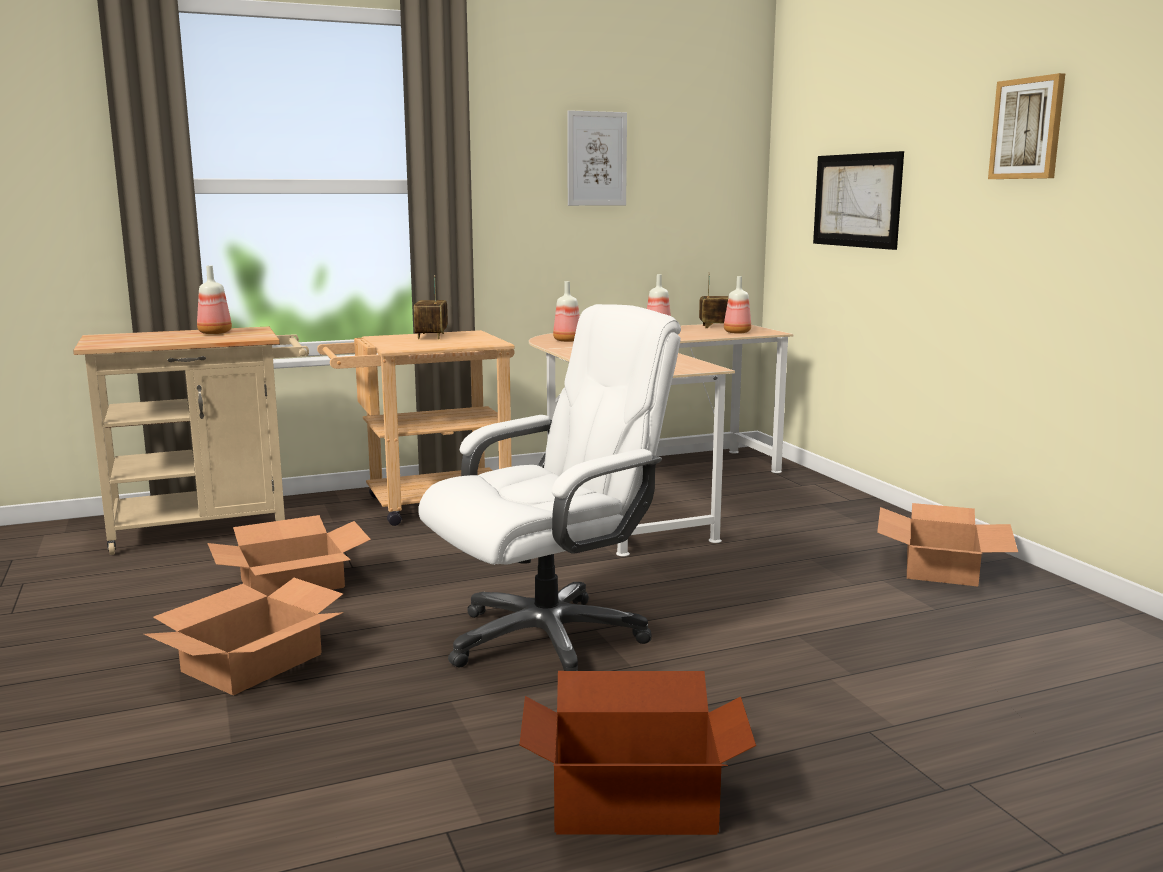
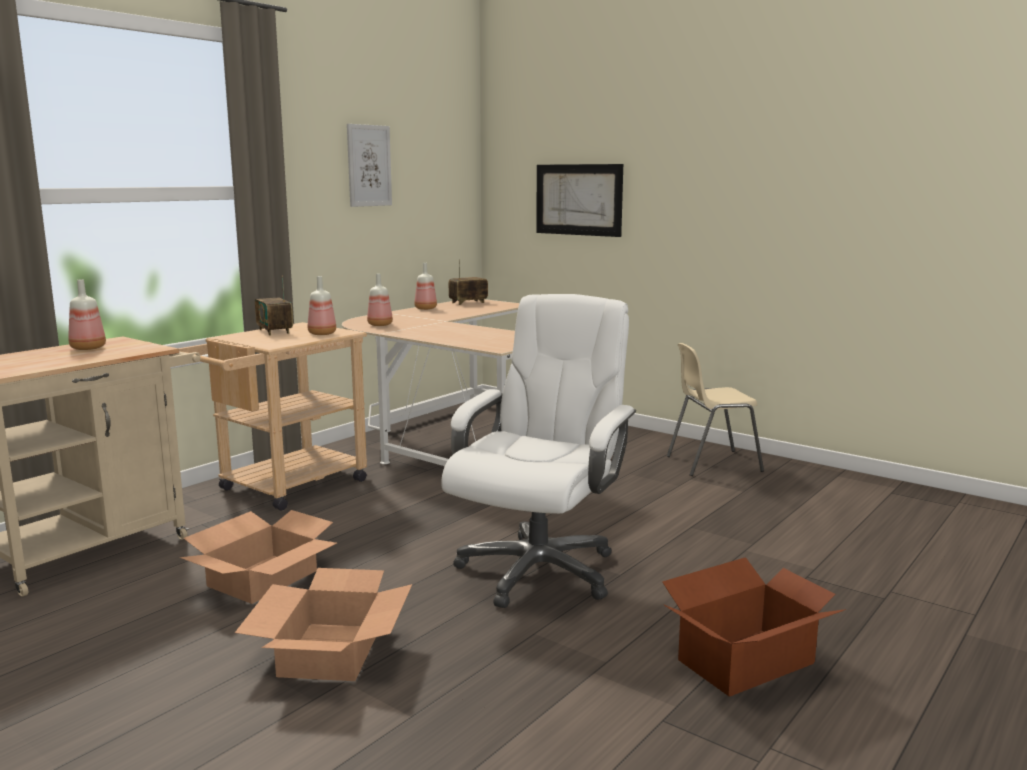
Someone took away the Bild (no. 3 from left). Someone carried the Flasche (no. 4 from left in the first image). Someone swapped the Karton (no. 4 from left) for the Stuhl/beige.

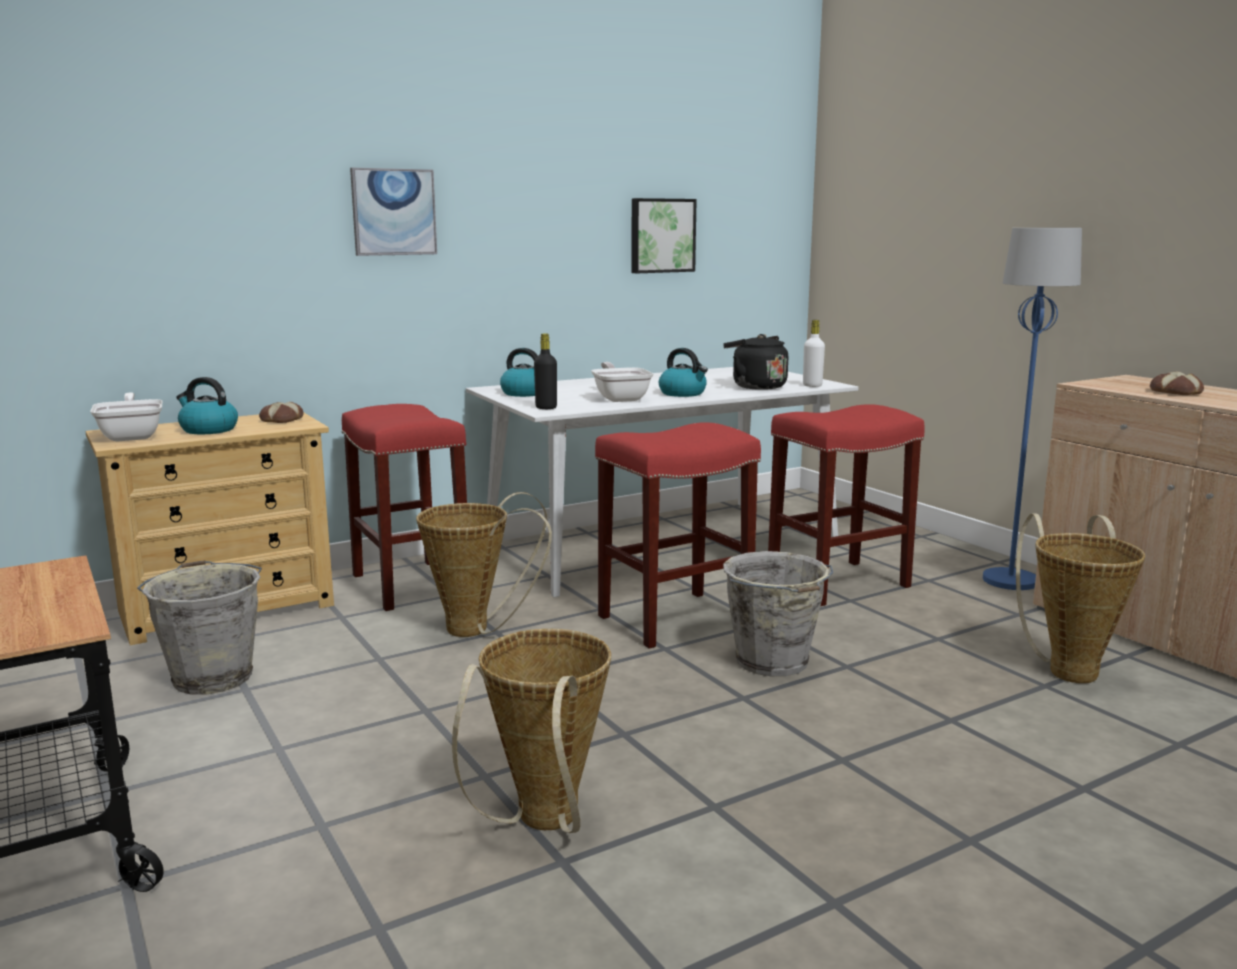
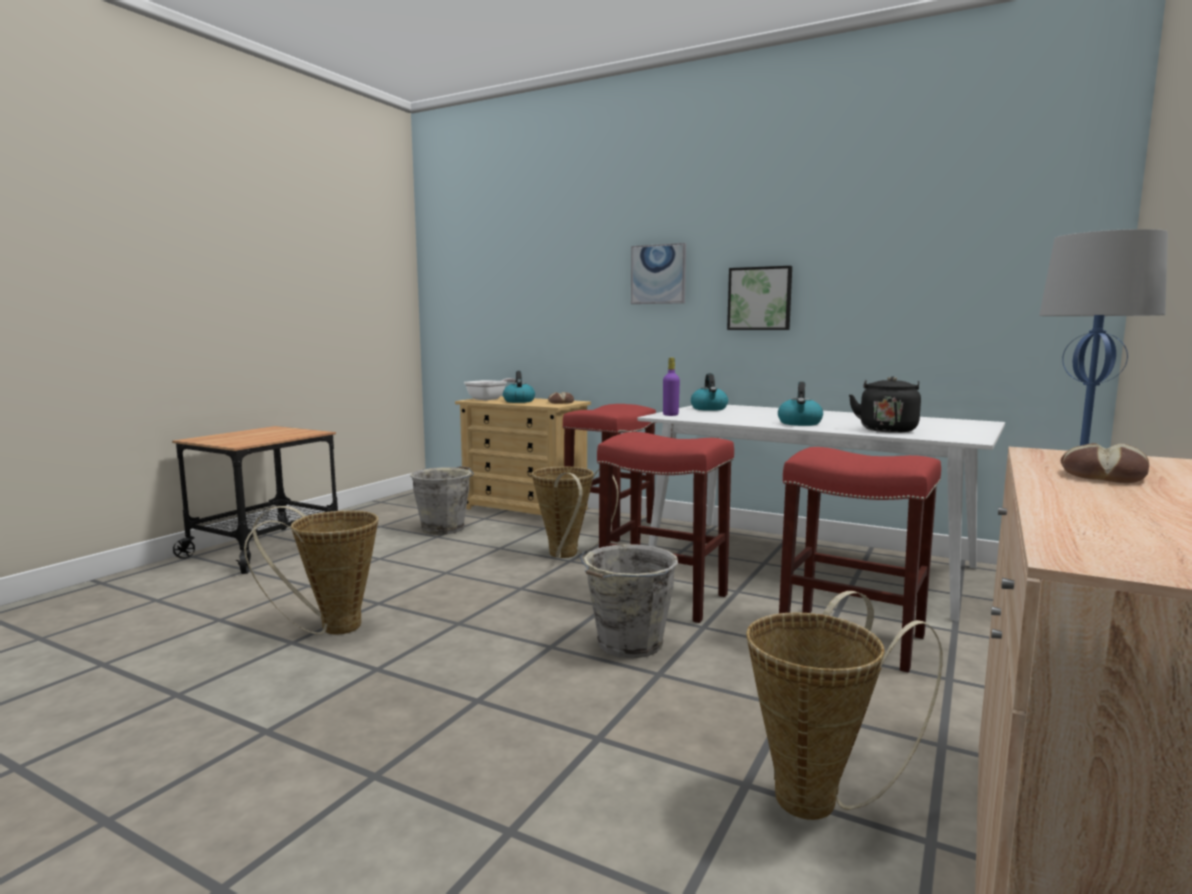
Someone carried the Bild (no. 2 from left). Someone took away the Flasche/weiß. Someone repainted the Flasche/schwarz, which became the Flasche/lila. Someone took away the Pfanne (no. 2 from left).

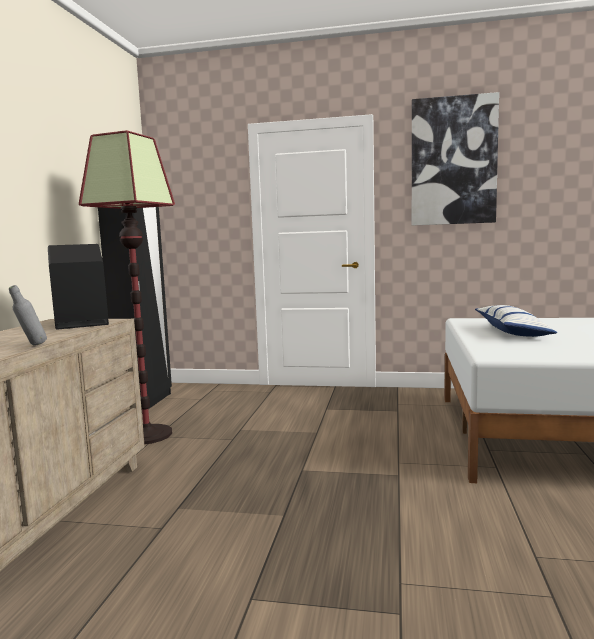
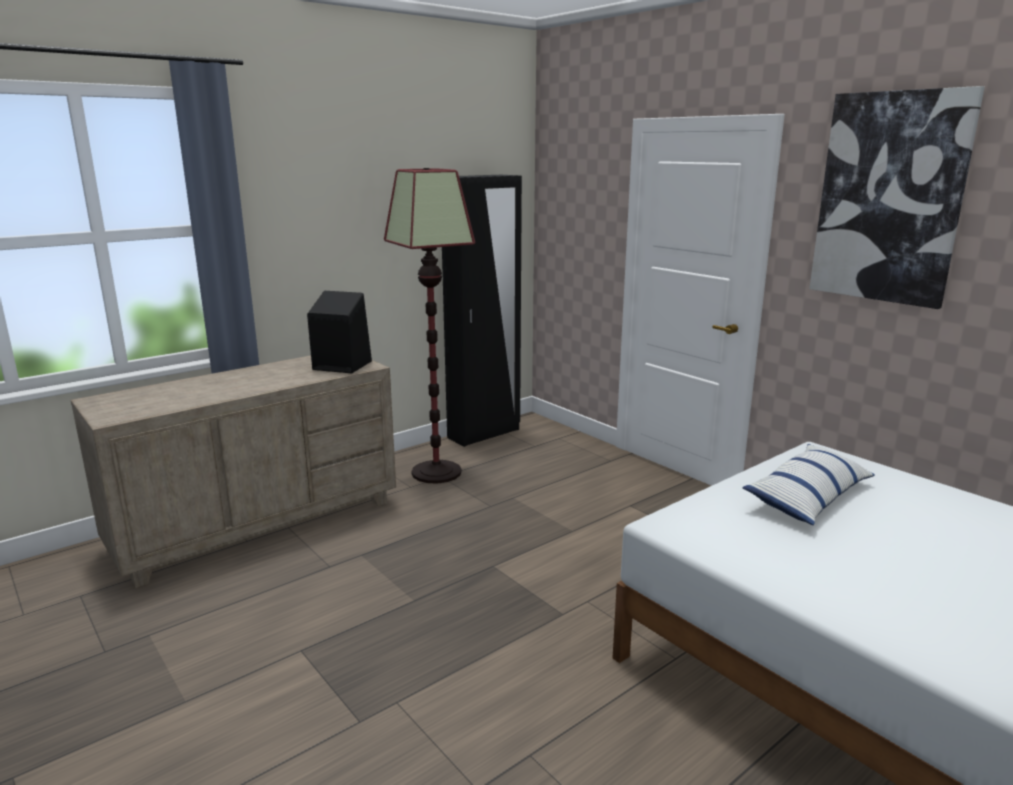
Someone took away the Flasche/grau.

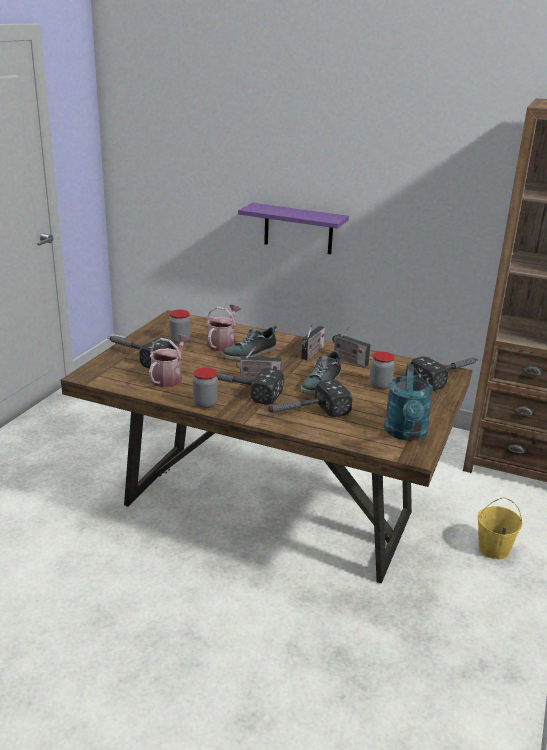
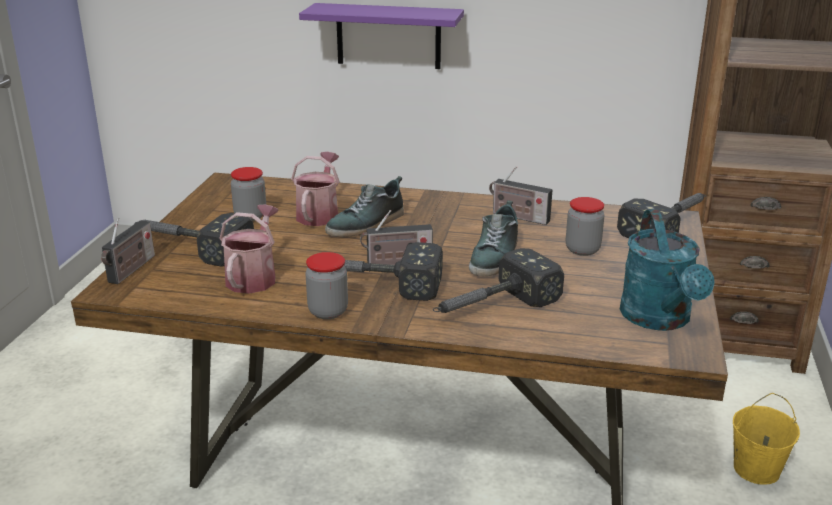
Someone carried the Radio (no. 2 from left in the first image).

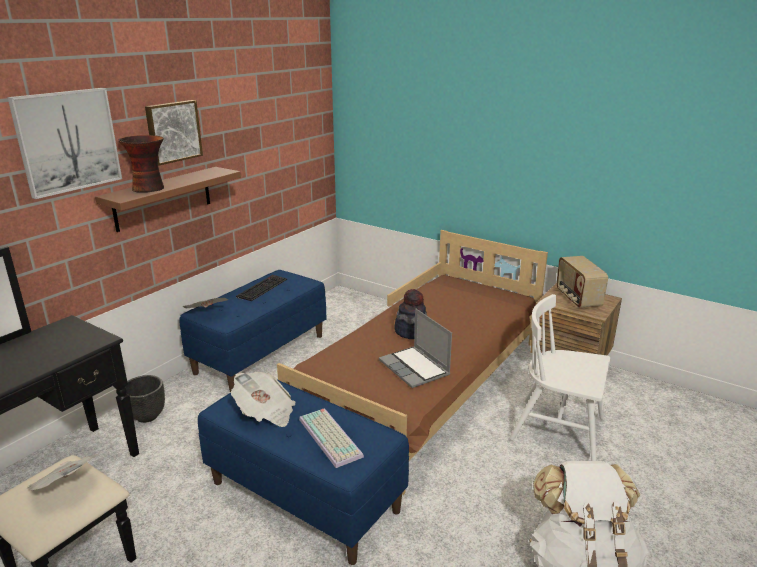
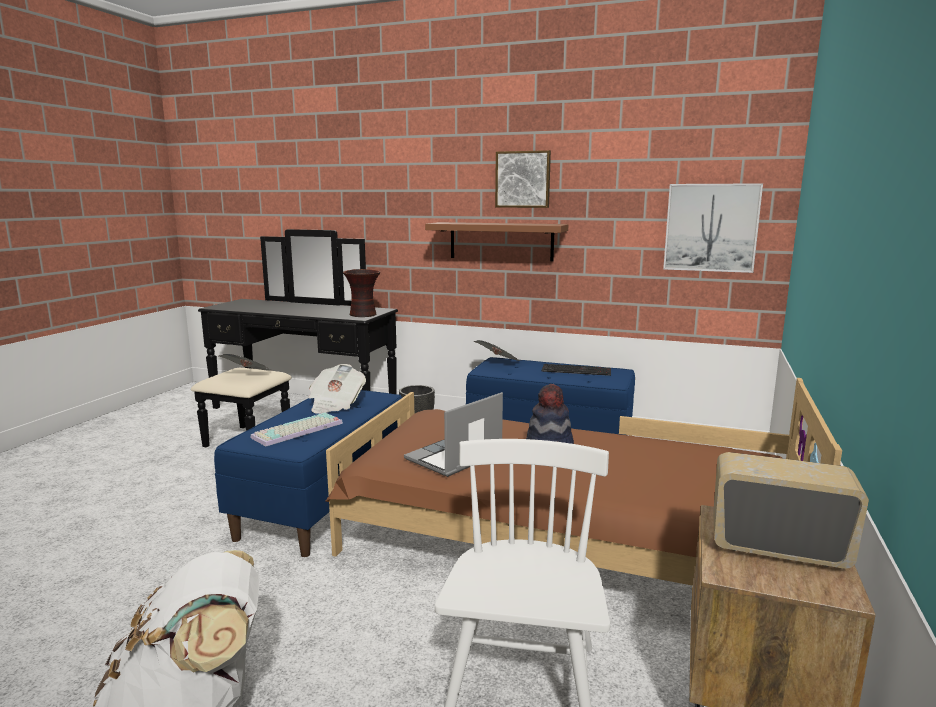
Someone carried the Bild (no. 1 from left in the first image). Someone carried the Vase. Someone rotated the Radio by 45 degrees clockwise.

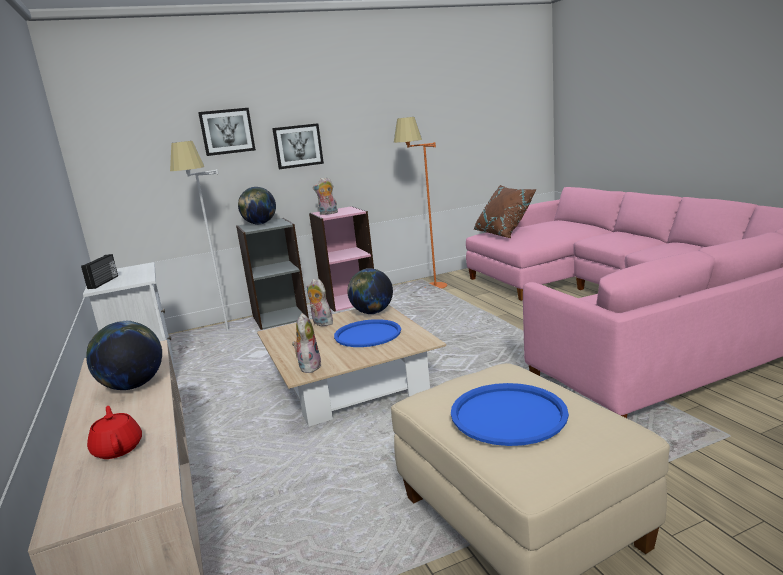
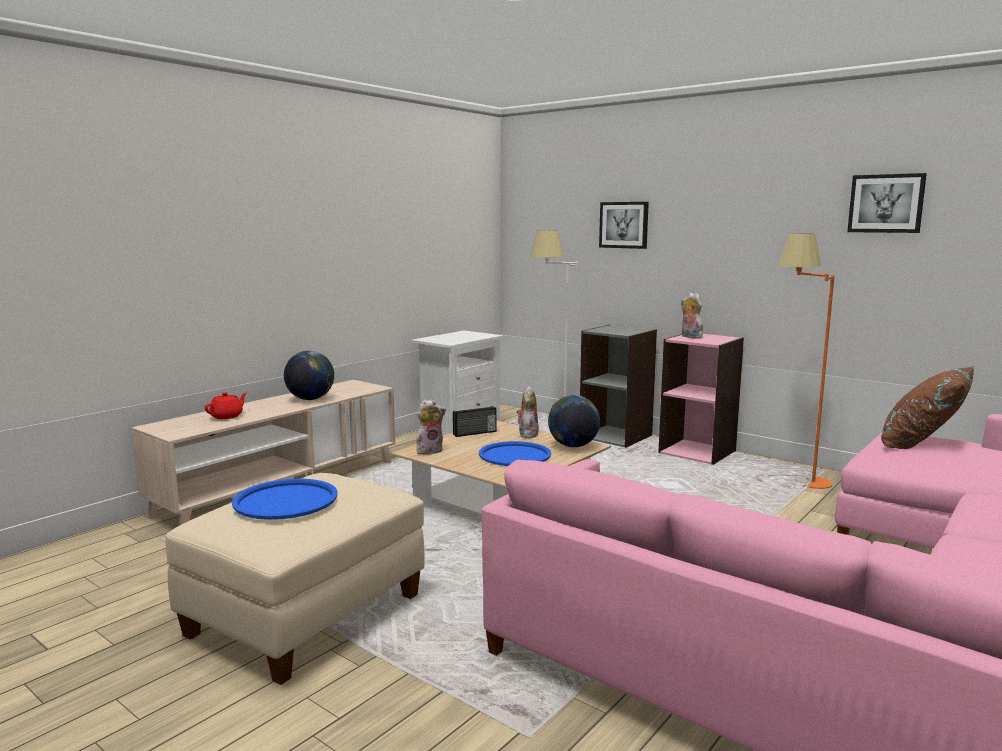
Someone carried the Bild (no. 2 from left). Someone took away the Globus (no. 2 from left). Someone carried the Radio.

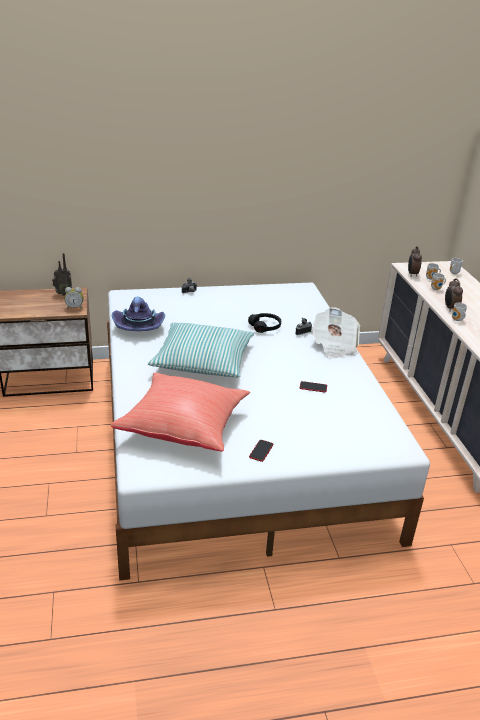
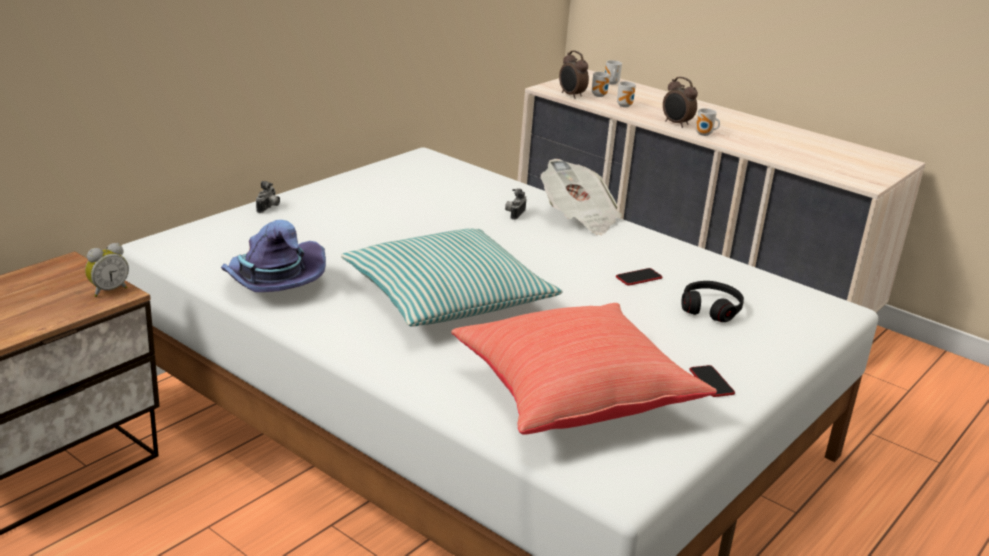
Someone took away the Radio. Someone carried the Kopfhörer/schwarz.

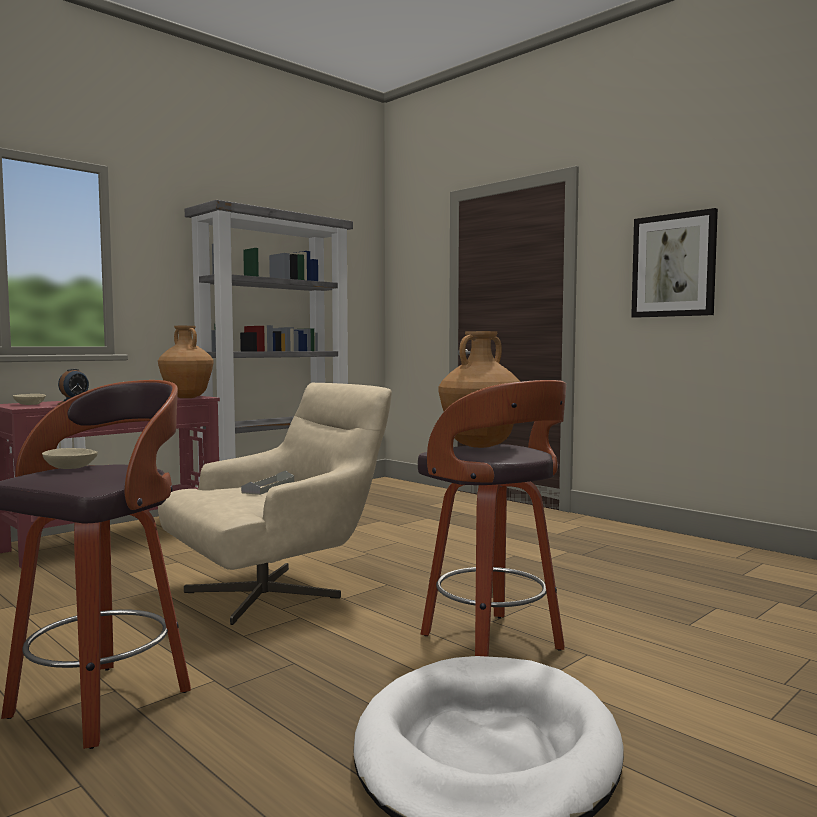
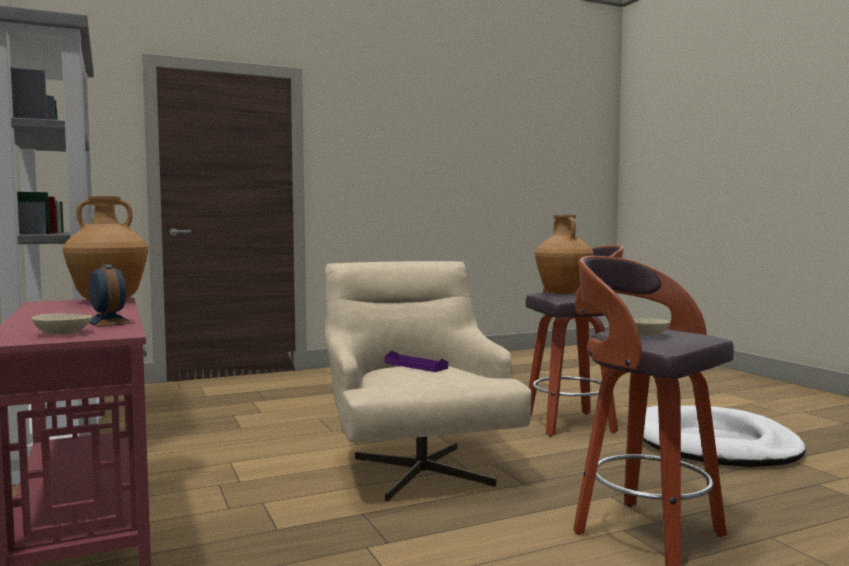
Someone took away the Bild. Someone repainted the Tablett/grau, which became the Tablett/lila.

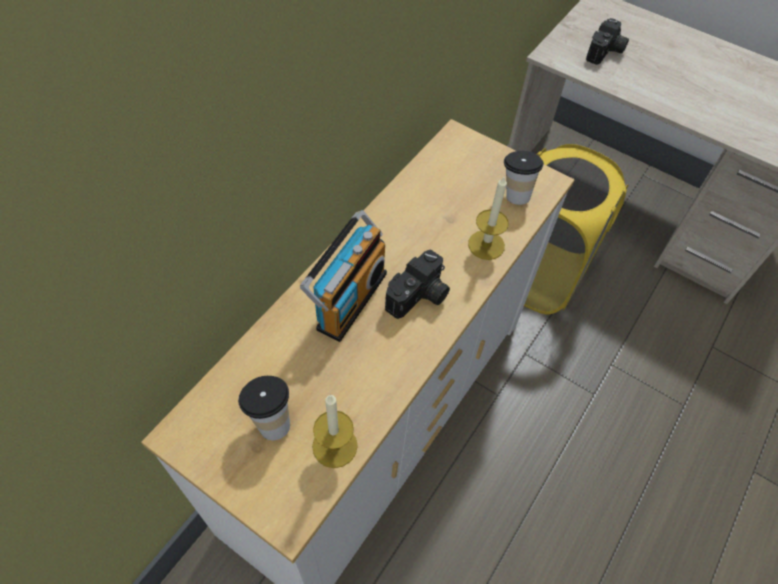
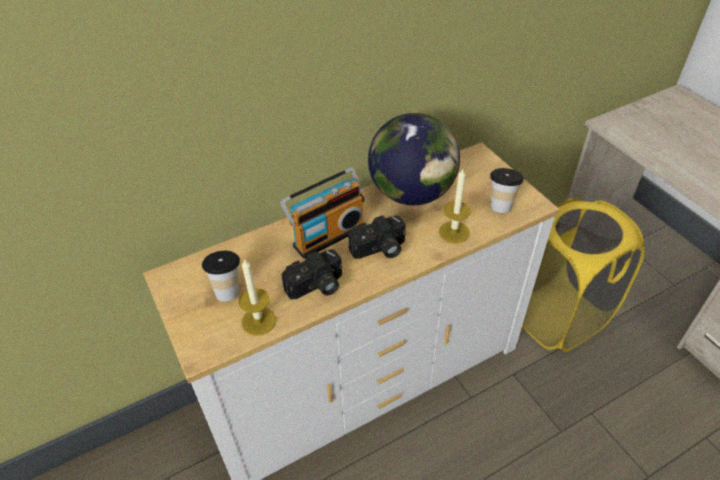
Someone carried the Kamera (no. 2 from left in the first image). Someone put down the Globus.

